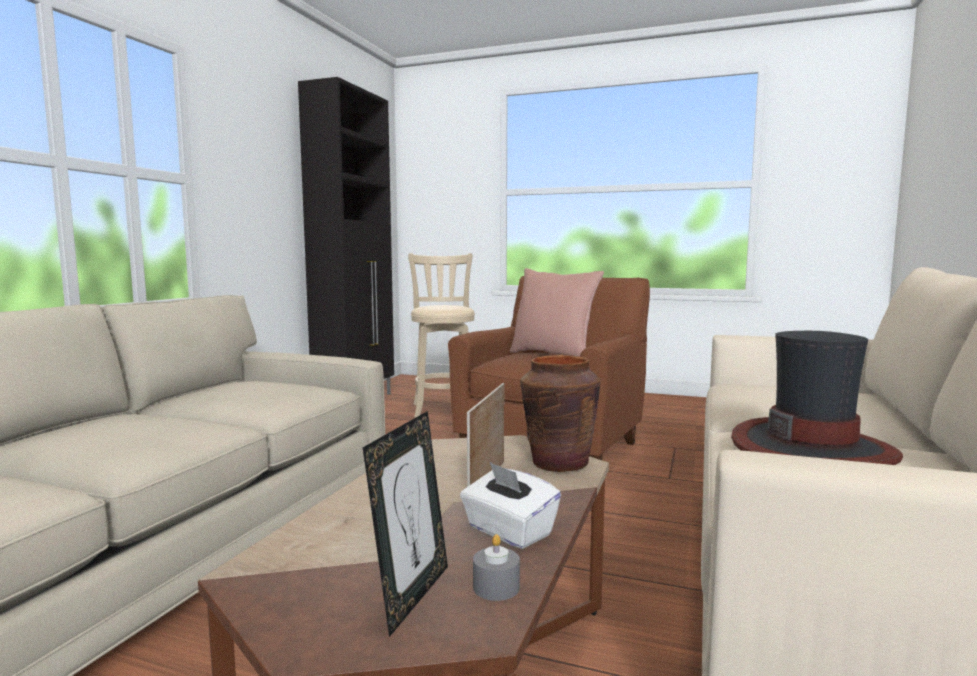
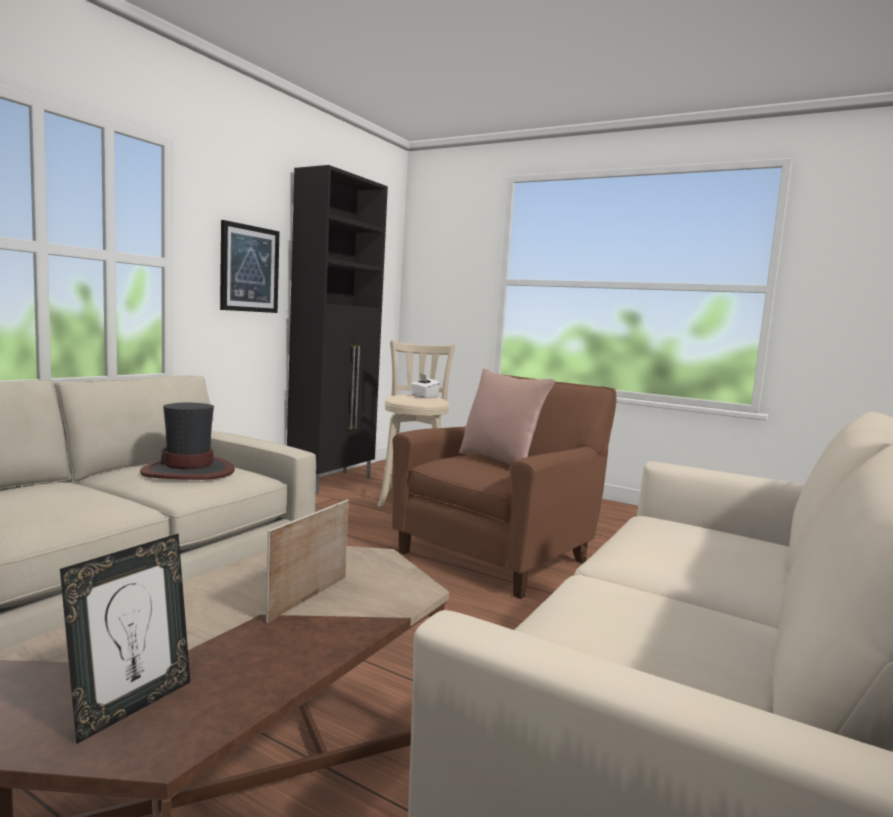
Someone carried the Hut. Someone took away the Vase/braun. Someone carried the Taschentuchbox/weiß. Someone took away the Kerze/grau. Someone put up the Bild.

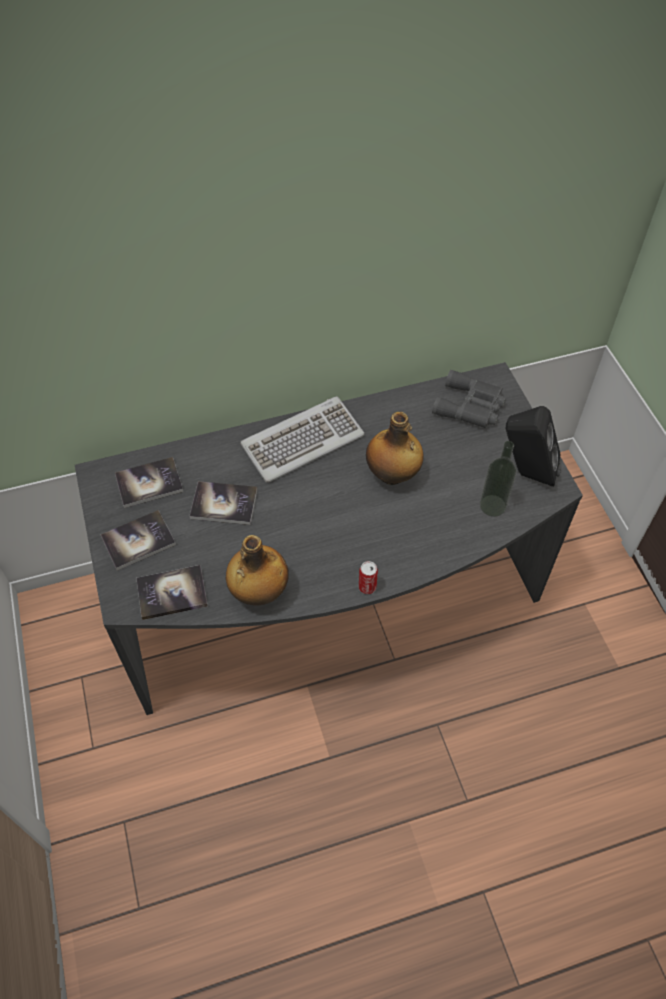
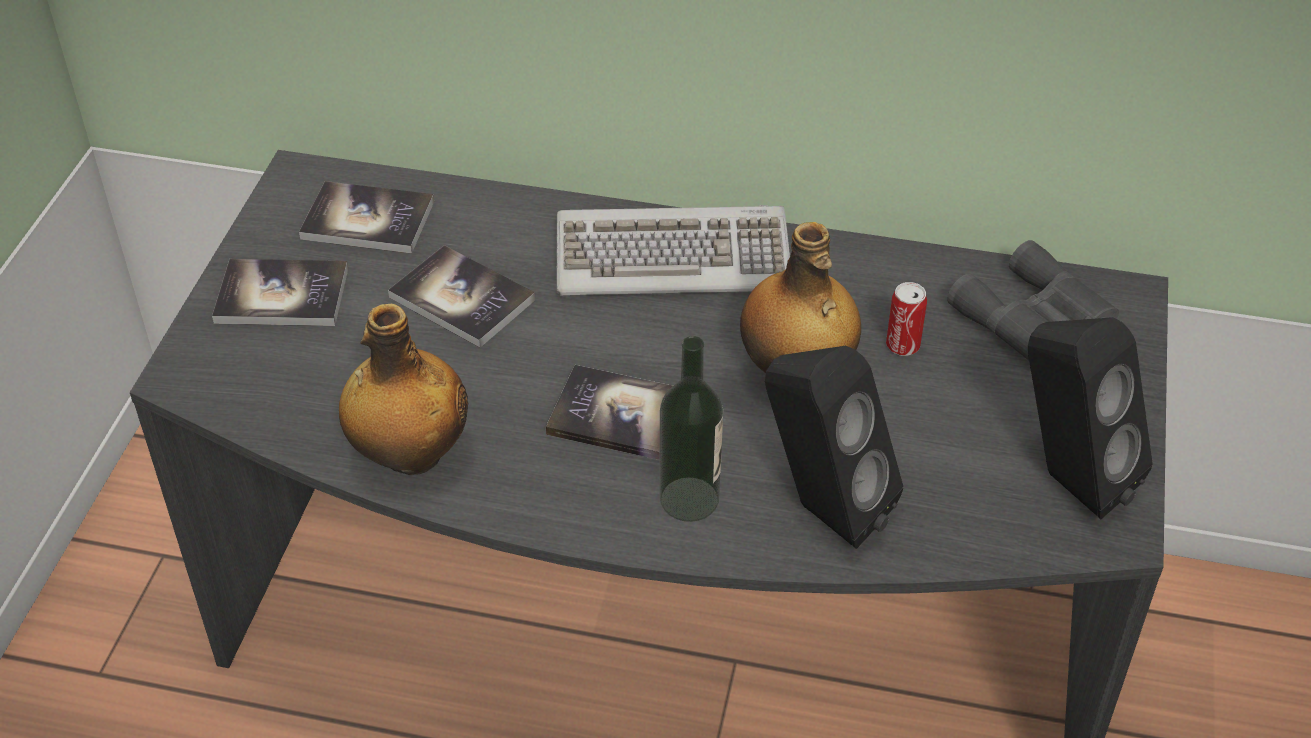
Someone carried the Flasche (no. 3 from left in the first image). Someone carried the Dose. Someone carried the Buch (no. 3 from left in the first image). Someone put down the Lautsprecher/schwarz (no. 1 from left).

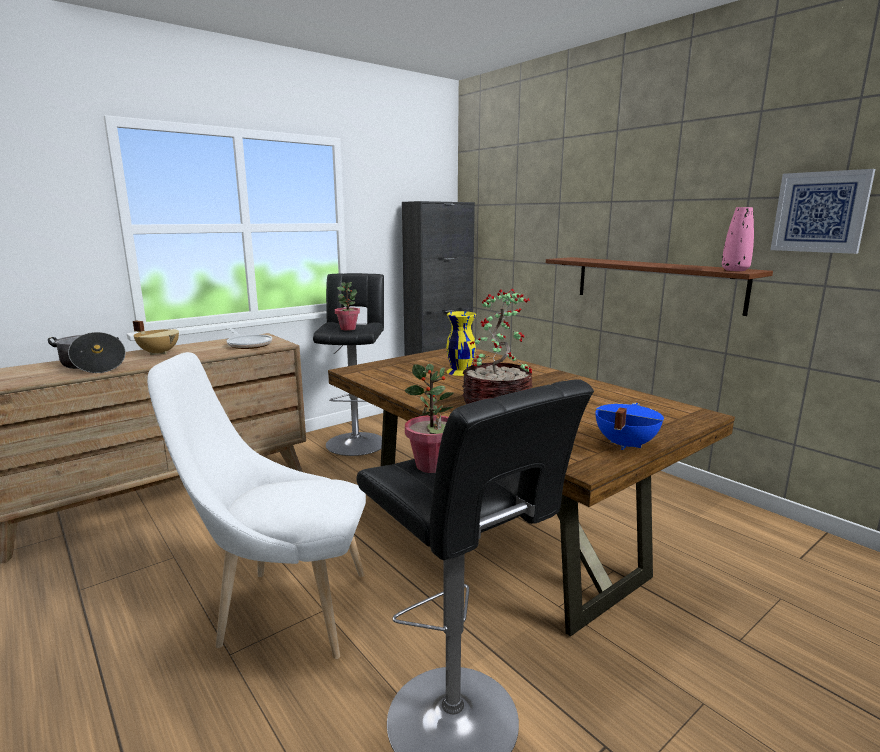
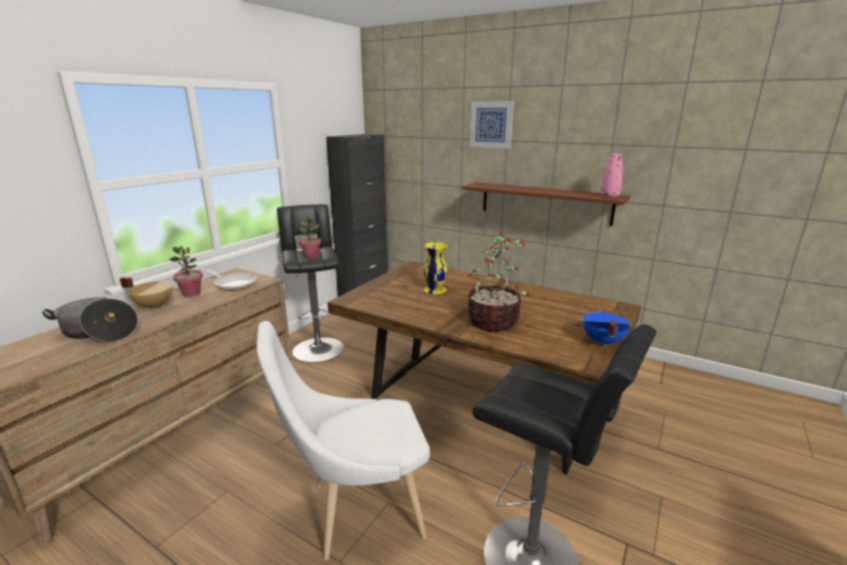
Someone carried the Bild. Someone carried the Topfpflanze (no. 2 from left in the first image).

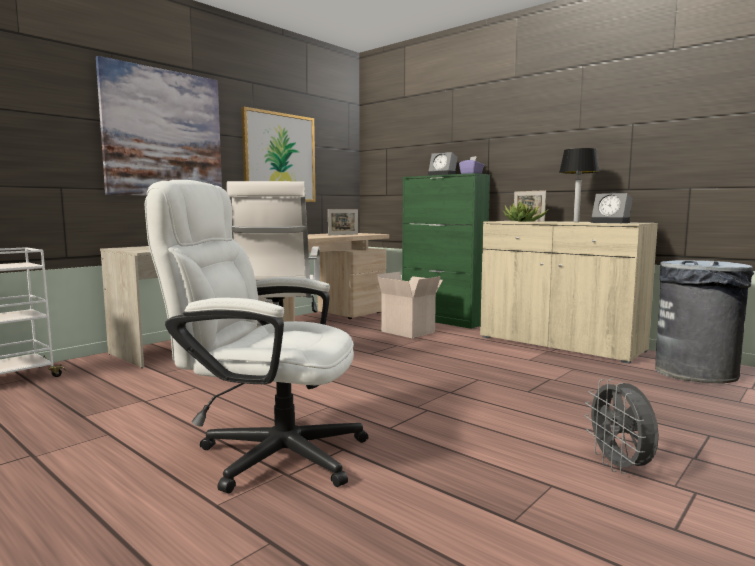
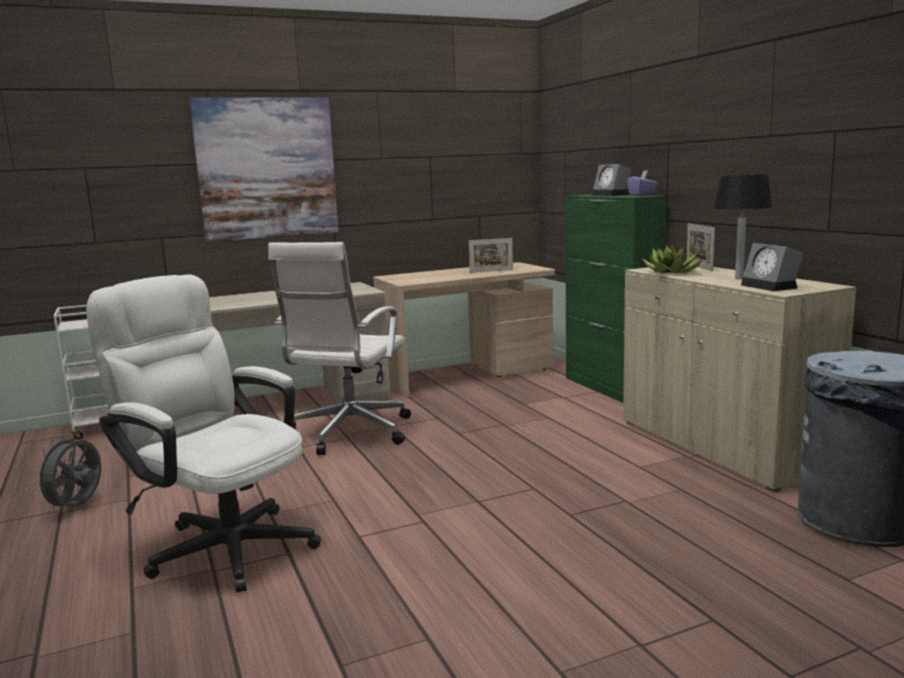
Someone took away the Bild (no. 2 from left). Someone took away the Karton. Someone carried the Ventilator/grau.

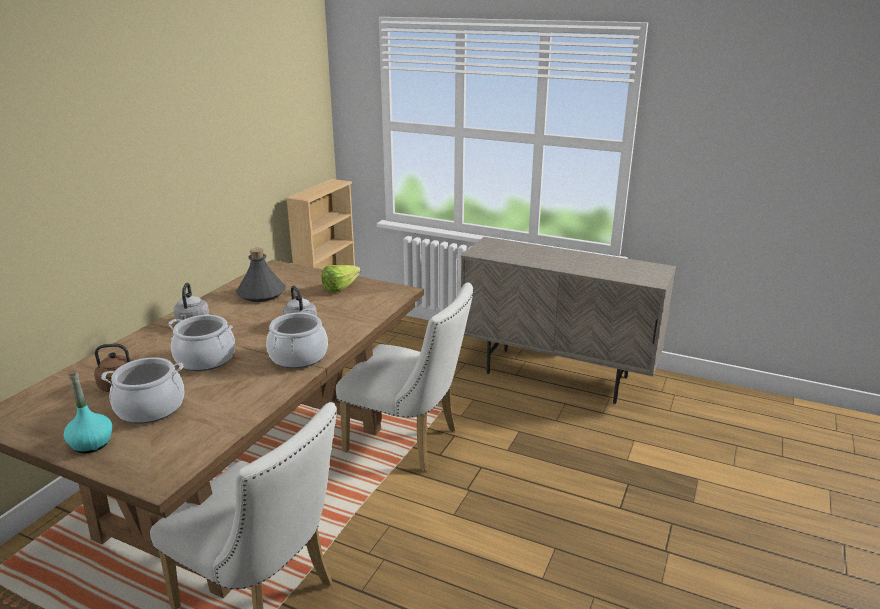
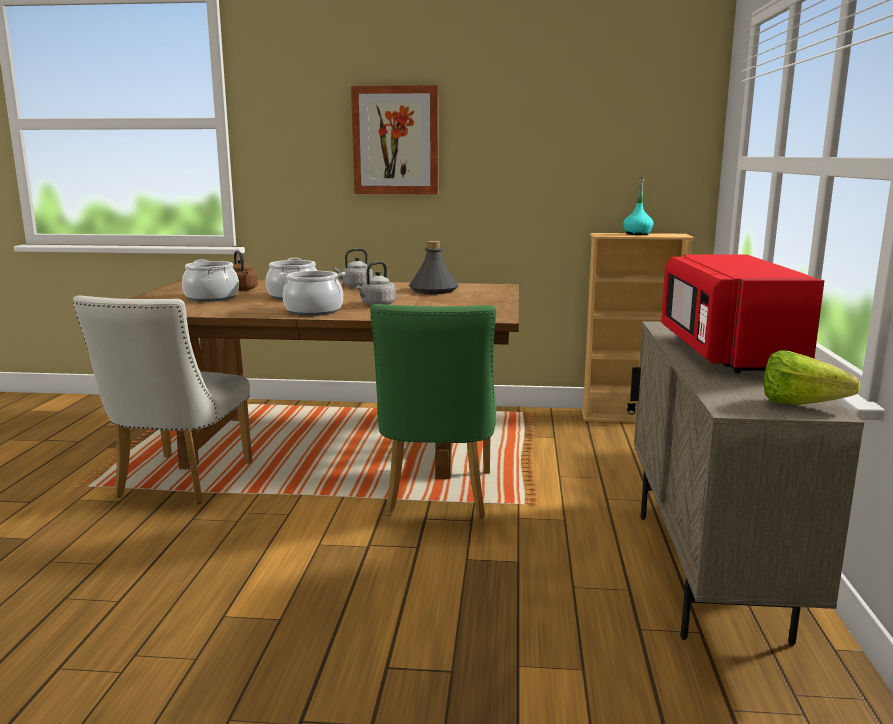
Someone carried the Salatkopf. Someone repainted the Stuhl/weiß (no. 2 from left), which became the Stuhl/grün. Someone carried the Flasche/türkis. Someone put up the Bild. Someone put down the Mikrowelle/rot.

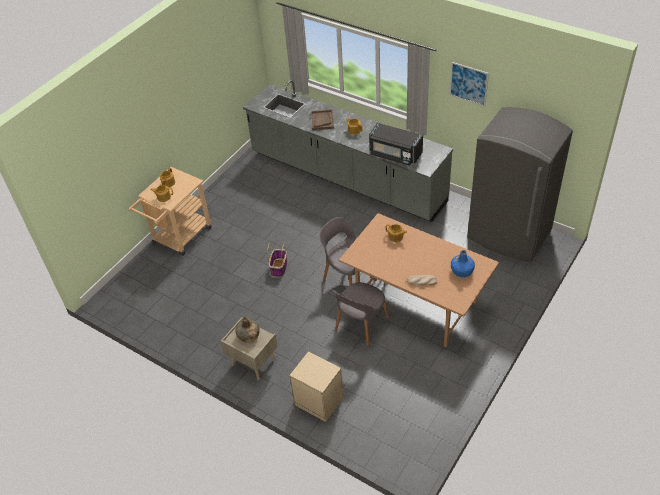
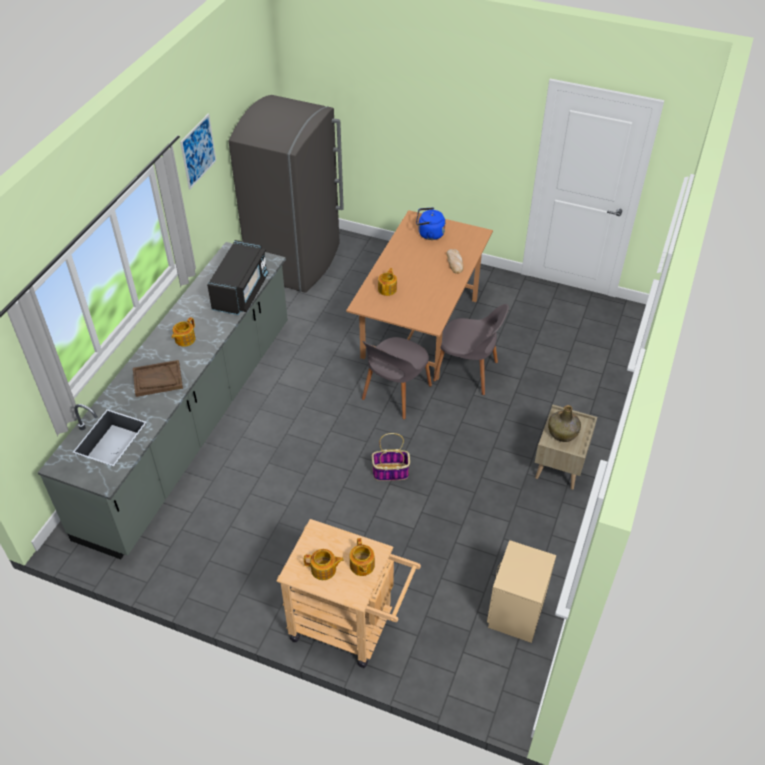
Someone swapped the Flasche/blau for the Wasserkessel/blau. Someone carried the Nachttisch/beige (no. 2 from left in the first image).

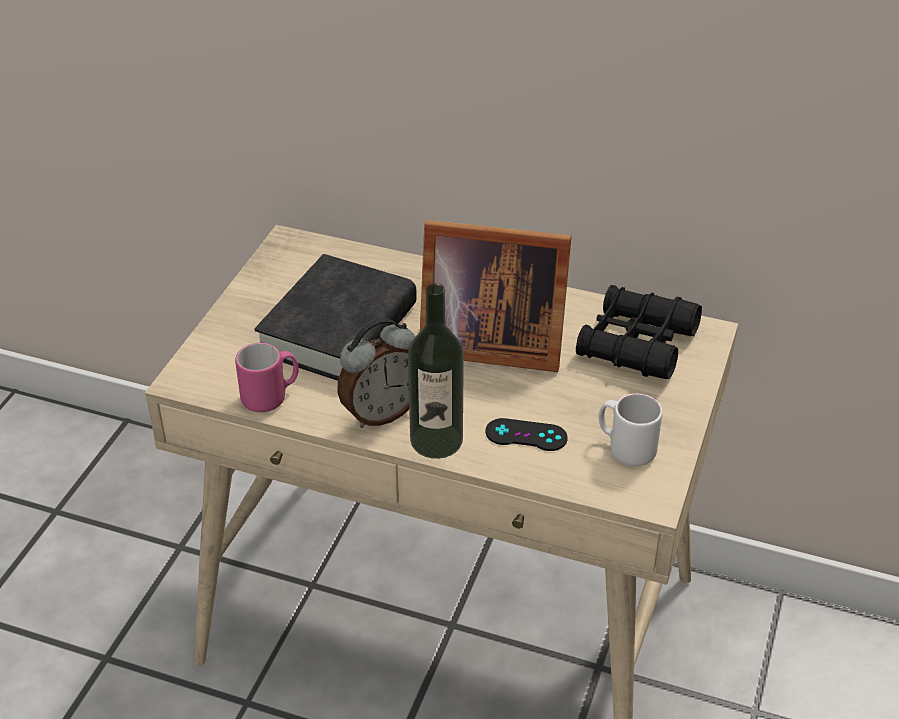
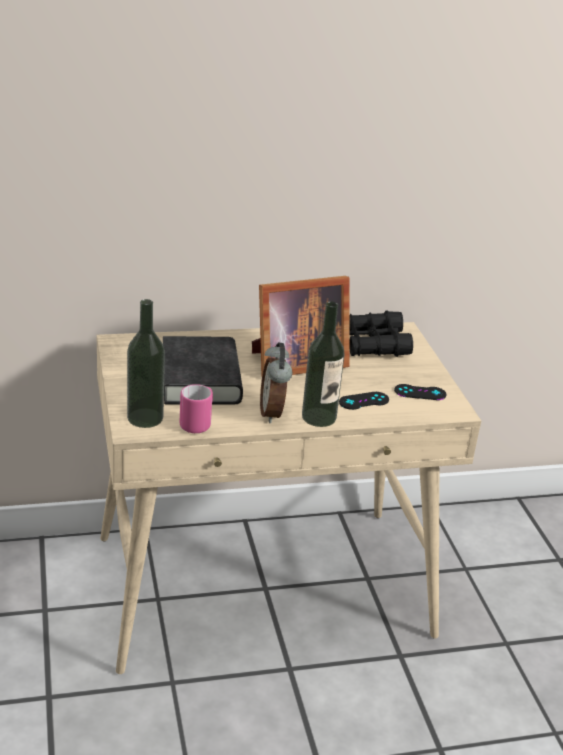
Someone rotated the Wecker by 150 degrees clockwise. Someone swapped the Henkelbecher/weiß for the Gamepad/schwarz (no. 2 from left). Someone put down the Flasche (no. 1 from left).

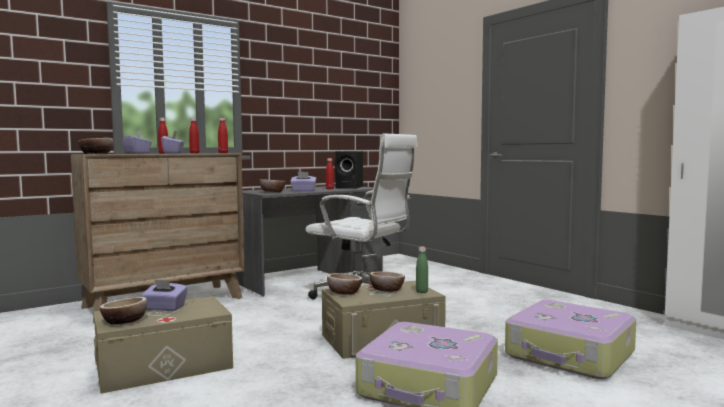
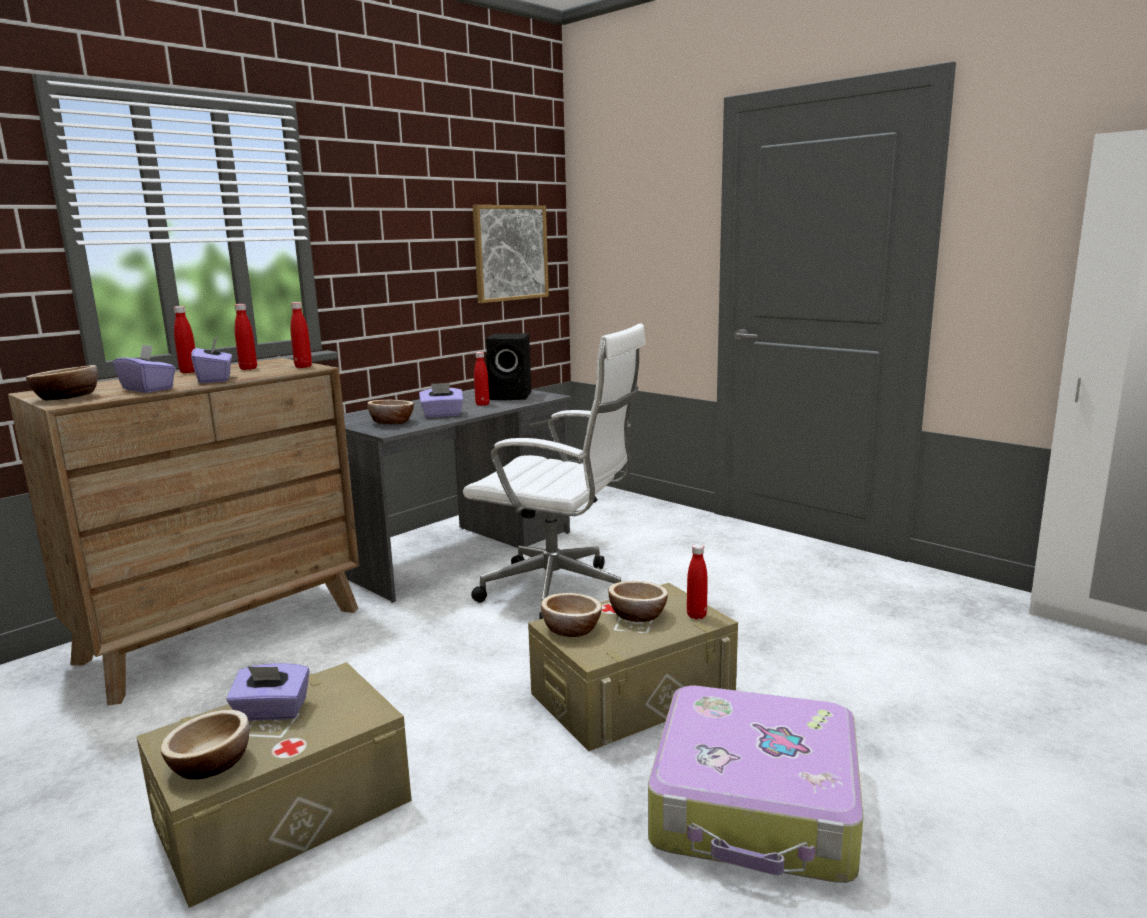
Someone repainted the Flasche/grün, which became the Flasche/rot (no. 5 from left). Someone took away the Koffer (no. 2 from left). Someone put up the Bild.

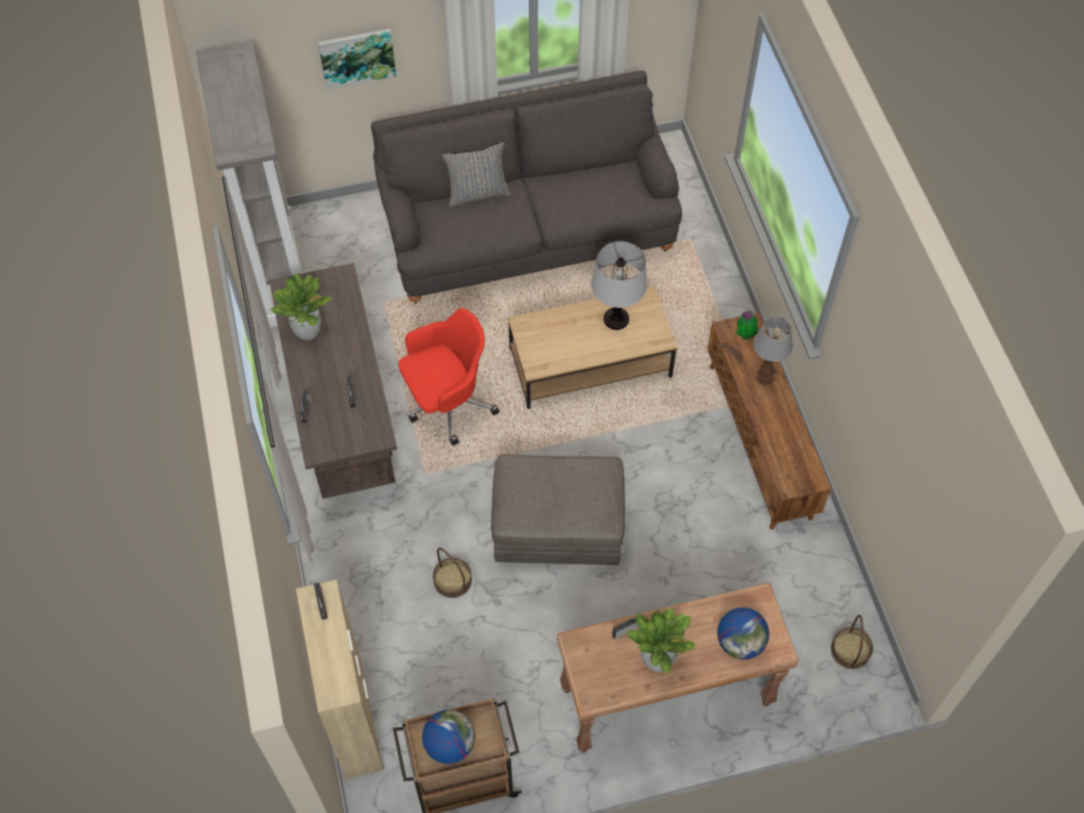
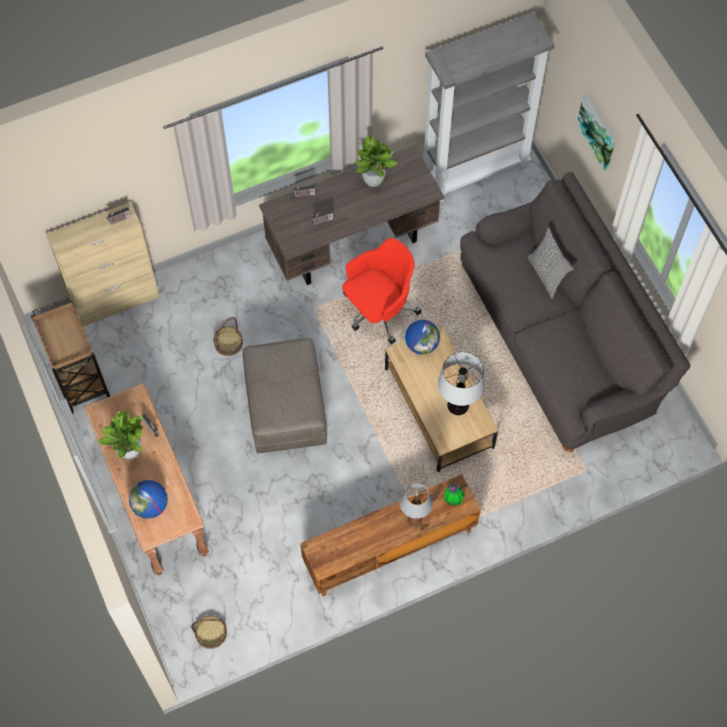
Someone rotated the Bürostuhl/rot by 90 degrees counterclockwise. Someone carried the Globus (no. 1 from left in the first image).

